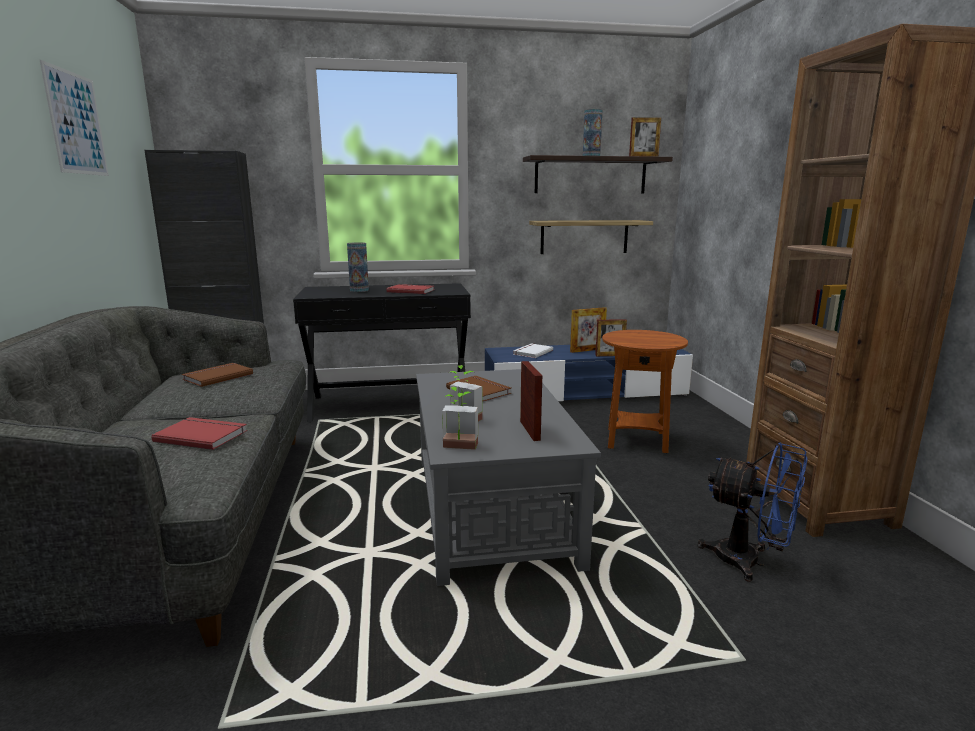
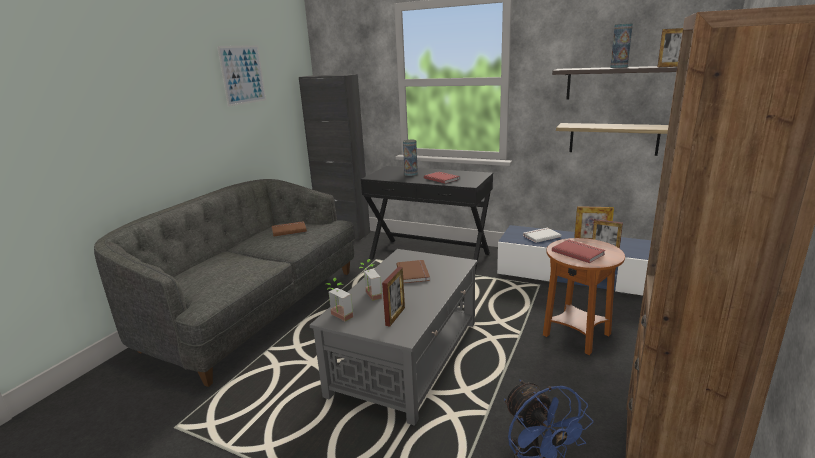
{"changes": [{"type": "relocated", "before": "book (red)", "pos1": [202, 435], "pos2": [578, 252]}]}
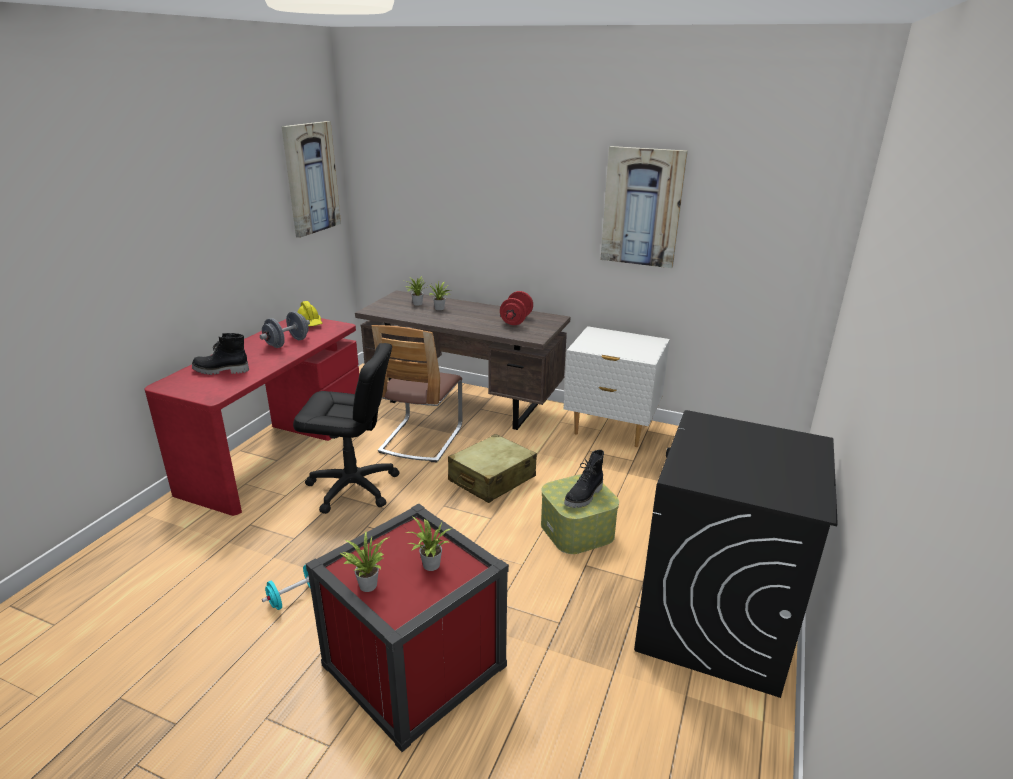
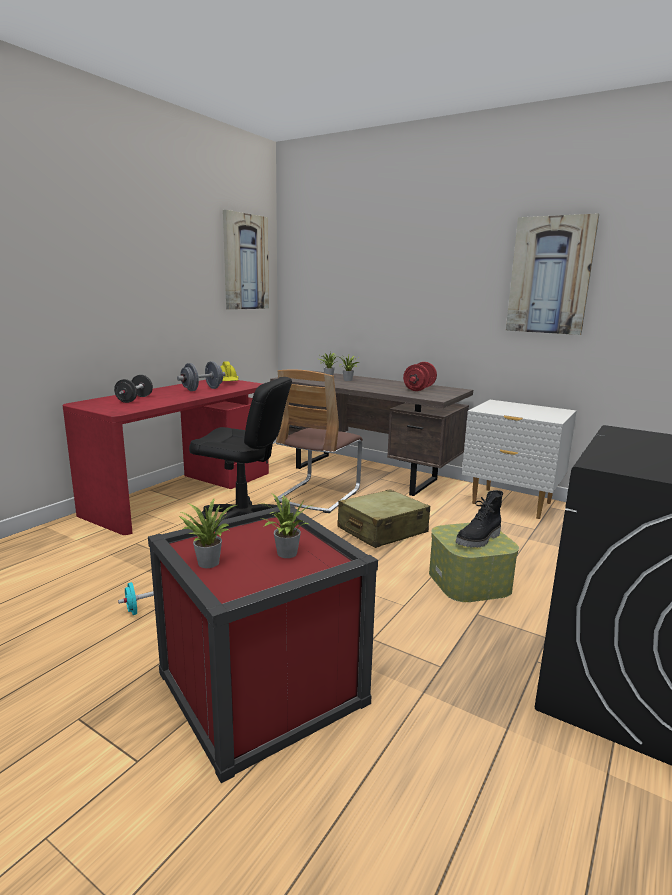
{"changes": [{"type": "exchanged", "before": "boot (black)", "after": "dumbbell (black)", "pos1": [220, 371], "pos2": [134, 399]}]}
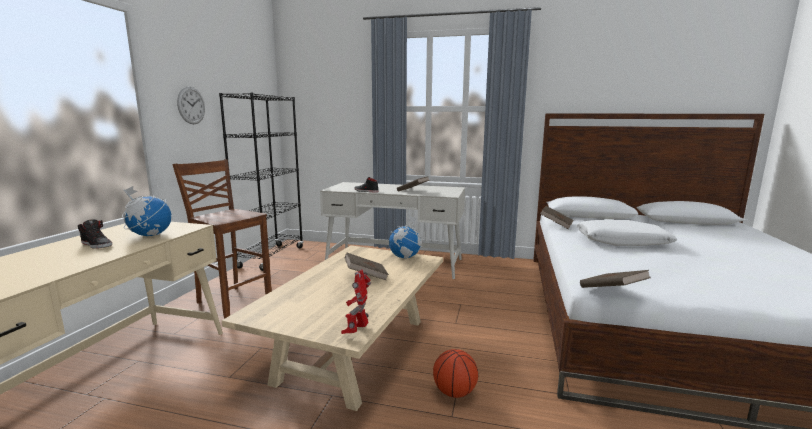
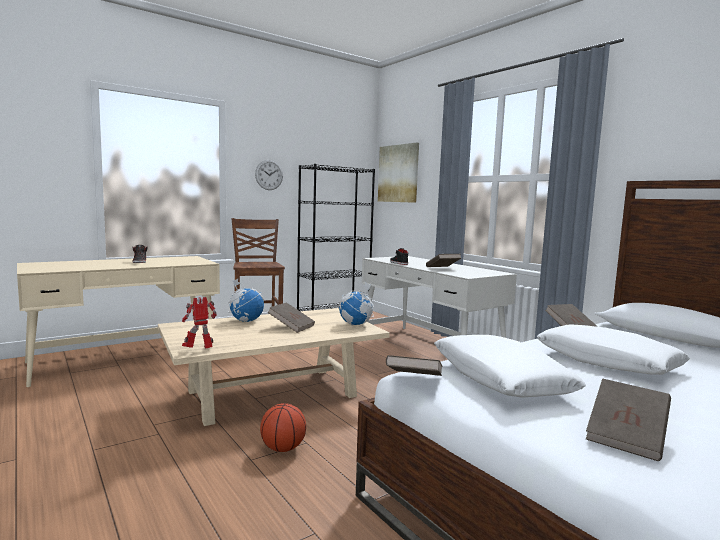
{"changes": [{"type": "relocated", "before": "globe", "pos1": [150, 235], "pos2": [246, 321]}, {"type": "appeared", "after": "picture", "pos2": [398, 173]}, {"type": "appeared", "after": "pillow (white)", "pos2": [500, 379]}, {"type": "appeared", "after": "book (brown)", "pos2": [626, 437]}]}
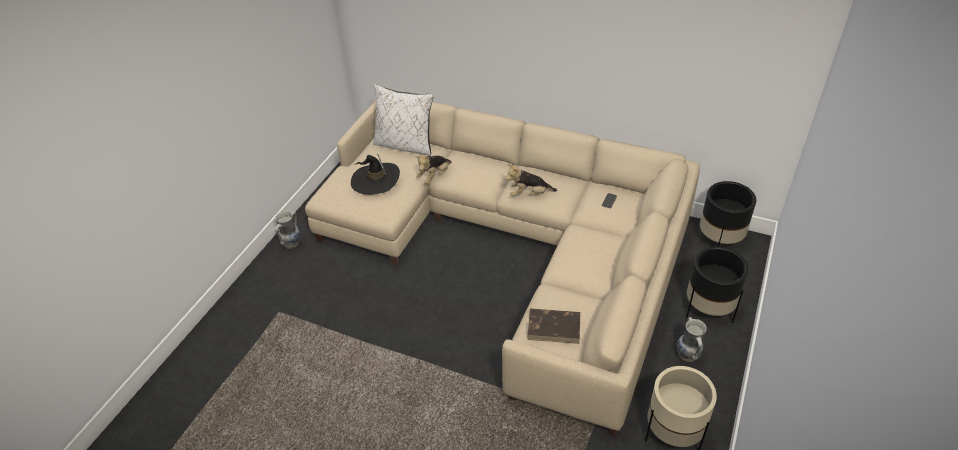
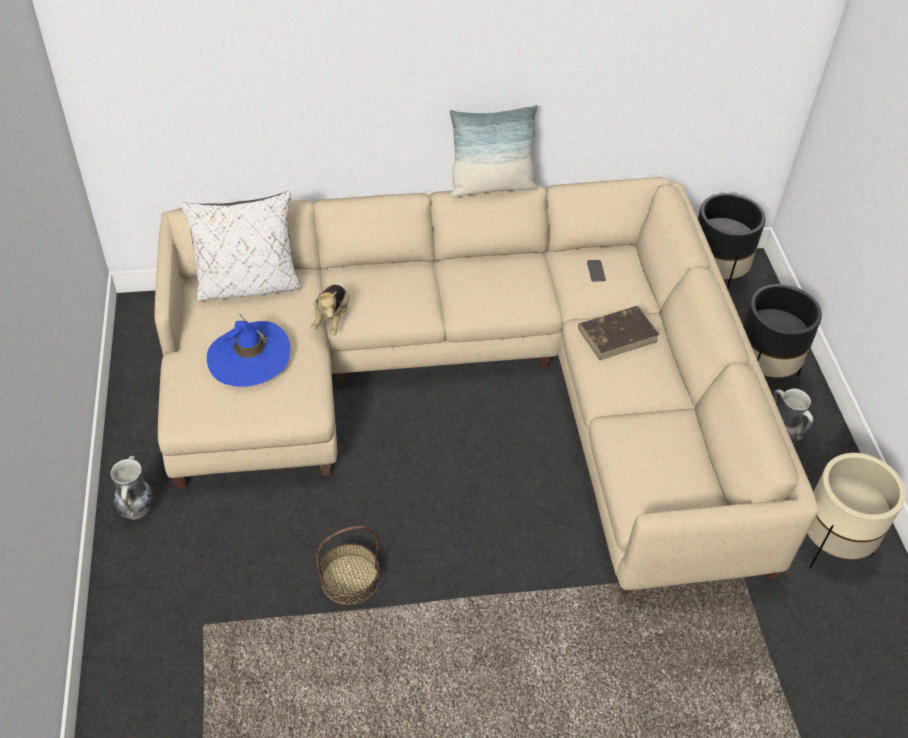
{"changes": [{"type": "colour", "before": "hat (black)", "after": "hat (blue)", "pos1": [375, 180], "pos2": [249, 357]}, {"type": "missing", "before": "plush toy", "pos1": [529, 194]}, {"type": "relocated", "before": "book (brown)", "pos1": [554, 327], "pos2": [618, 334]}, {"type": "appeared", "after": "pillow", "pos2": [491, 187]}, {"type": "appeared", "after": "basket", "pos2": [350, 579]}]}
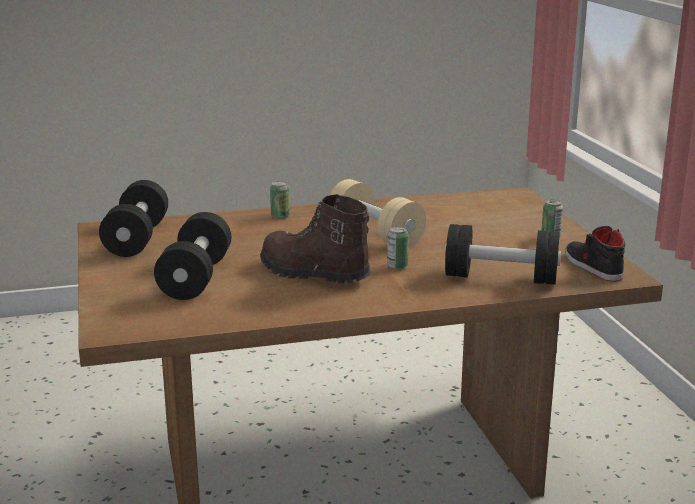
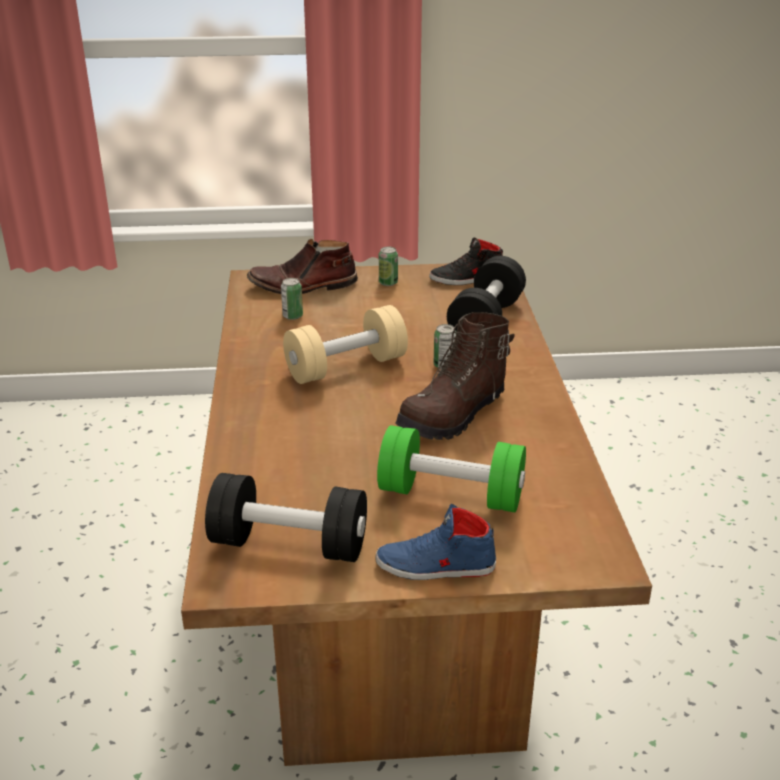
{"changes": [{"type": "relocated", "before": "can", "pos1": [280, 216], "pos2": [292, 316]}, {"type": "colour", "before": "dumbbell (black)", "after": "dumbbell (green)", "pos1": [196, 278], "pos2": [451, 494]}, {"type": "appeared", "after": "boot (brown)", "pos2": [303, 286]}, {"type": "appeared", "after": "shoe (blue)", "pos2": [435, 566]}]}
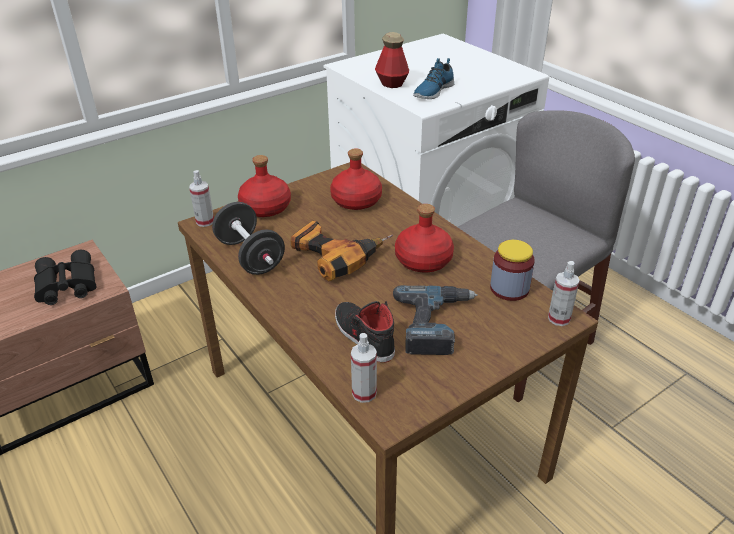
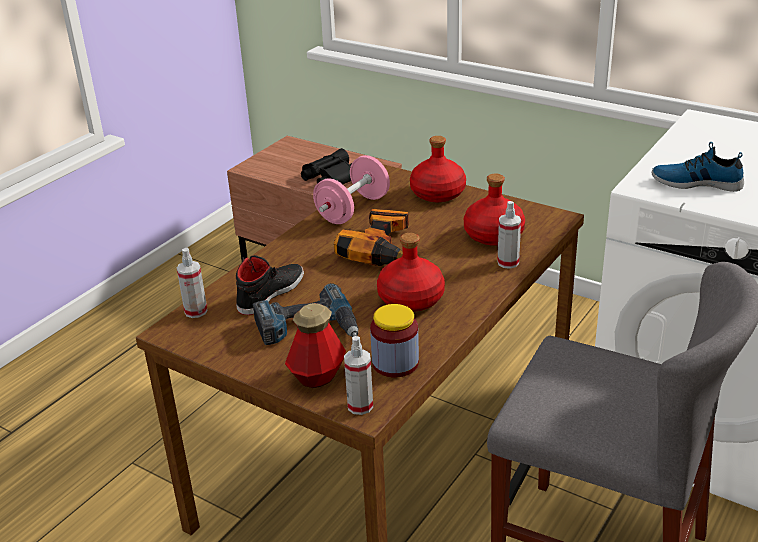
{"changes": [{"type": "relocated", "before": "bottle", "pos1": [391, 83], "pos2": [317, 376]}, {"type": "relocated", "before": "spray bottle", "pos1": [205, 221], "pos2": [508, 262]}, {"type": "colour", "before": "dumbbell (black)", "after": "dumbbell (pink)", "pos1": [250, 256], "pos2": [353, 210]}]}
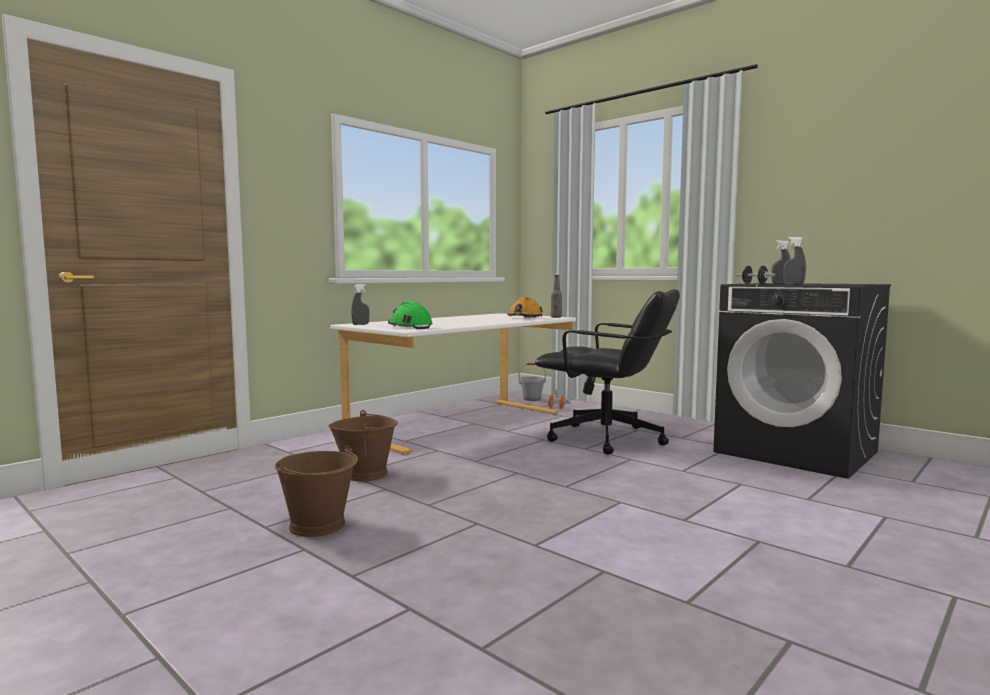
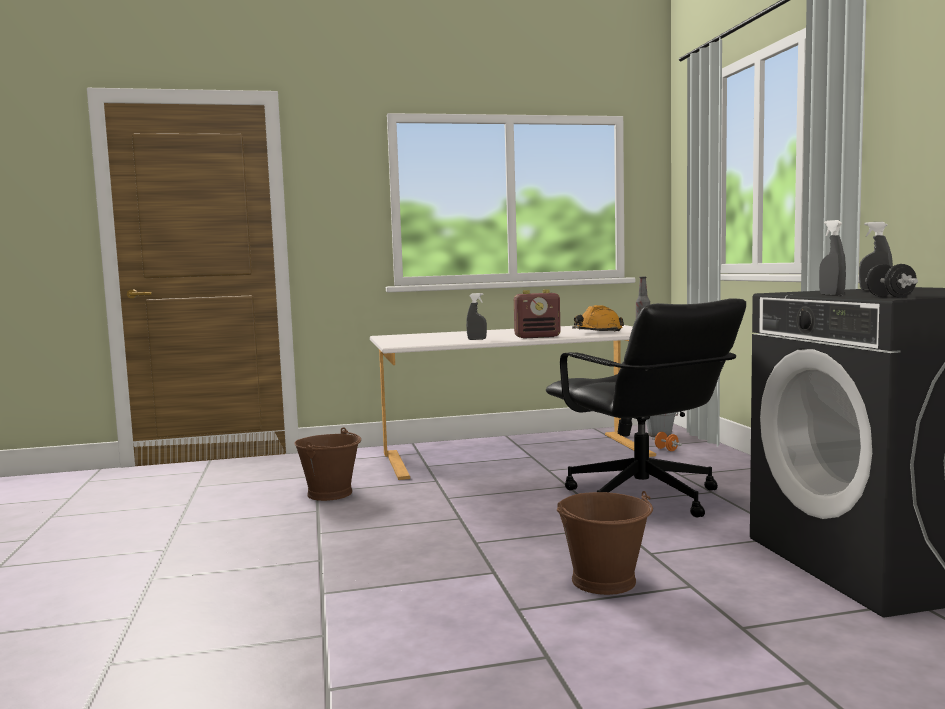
{"changes": [{"type": "relocated", "before": "dumbbell (black)", "pos1": [754, 284], "pos2": [890, 297]}, {"type": "relocated", "before": "spray bottle (grey)", "pos1": [360, 324], "pos2": [477, 339]}, {"type": "missing", "before": "hard hat (green)", "pos1": [409, 327]}, {"type": "relocated", "before": "bucket (brown)", "pos1": [318, 525], "pos2": [605, 581]}, {"type": "appeared", "after": "radio", "pos2": [537, 337]}]}
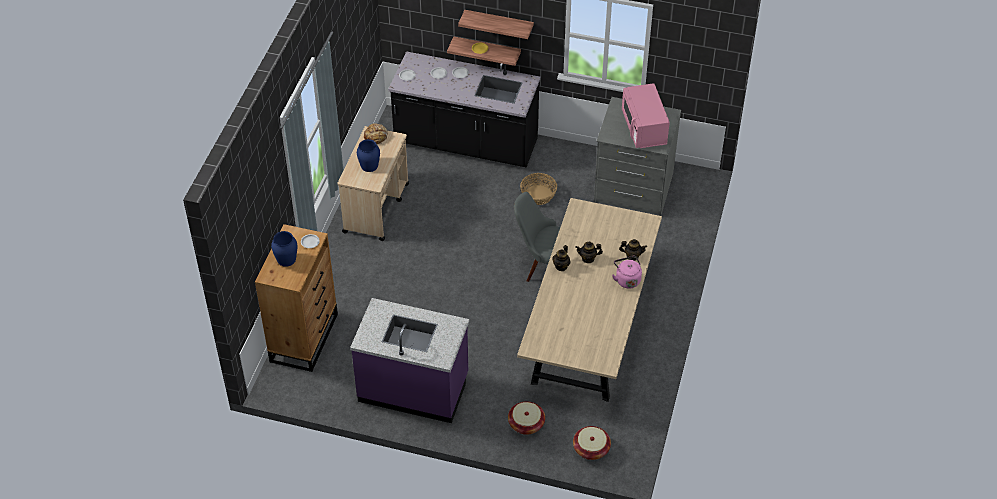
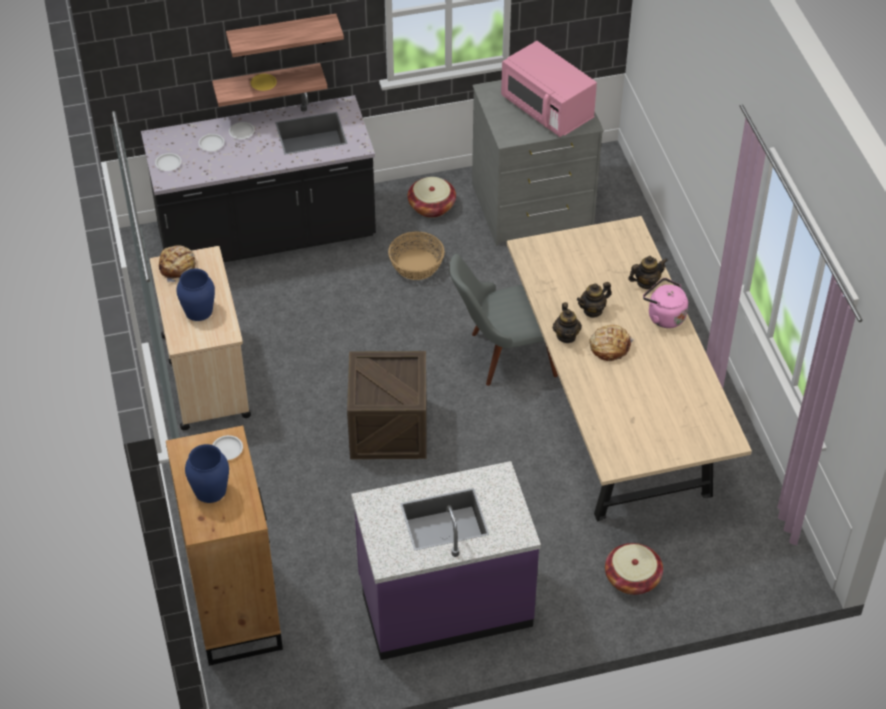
{"changes": [{"type": "relocated", "before": "basket", "pos1": [591, 449], "pos2": [431, 206]}, {"type": "appeared", "after": "bread", "pos2": [609, 347]}, {"type": "appeared", "after": "crate", "pos2": [388, 429]}]}
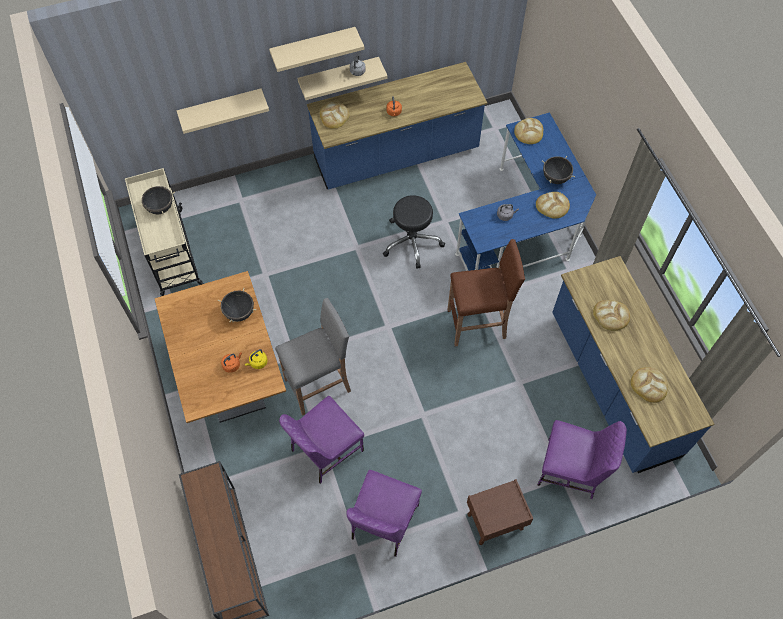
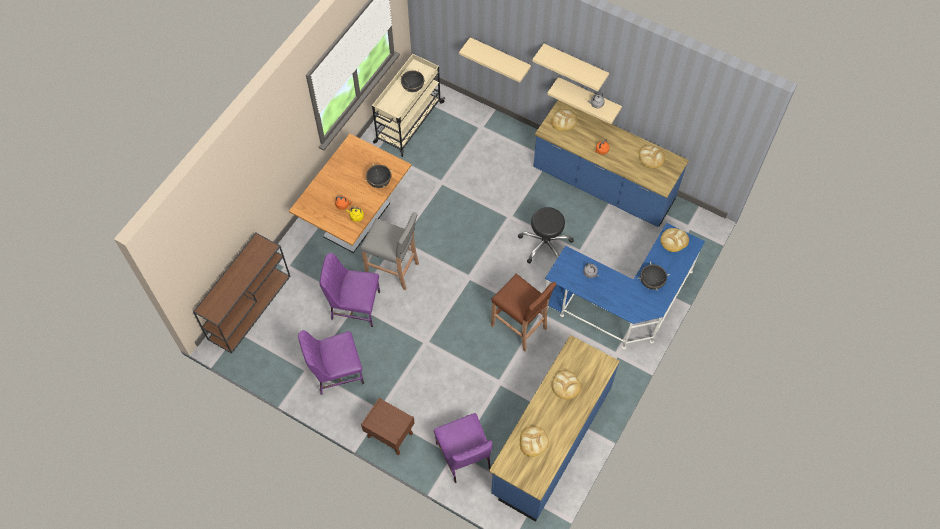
{"changes": [{"type": "relocated", "before": "bread", "pos1": [552, 206], "pos2": [651, 157]}]}
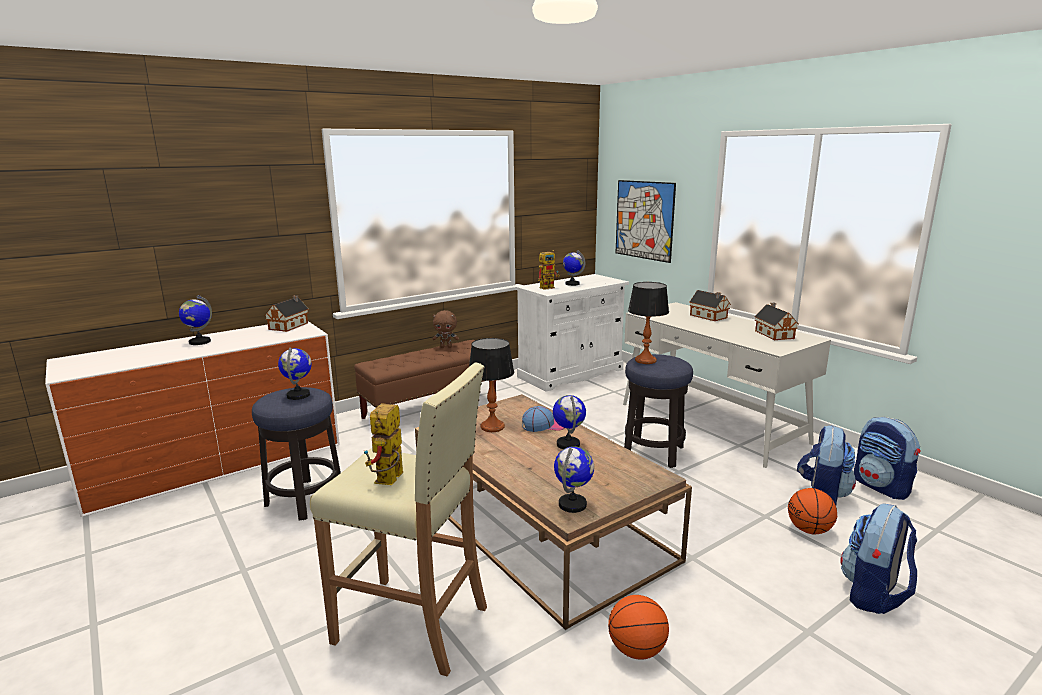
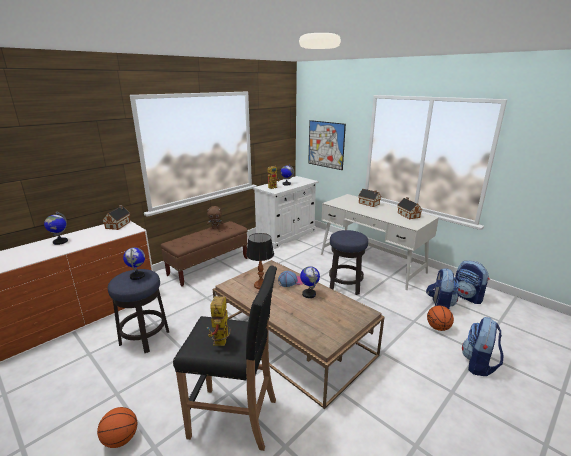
{"changes": [{"type": "missing", "before": "table lamp", "pos1": [645, 360]}, {"type": "colour", "before": "stool (beige)", "after": "stool (black)", "pos1": [413, 625], "pos2": [234, 418]}, {"type": "missing", "before": "globe", "pos1": [573, 504]}, {"type": "relocated", "before": "basketball", "pos1": [636, 650], "pos2": [120, 439]}]}
